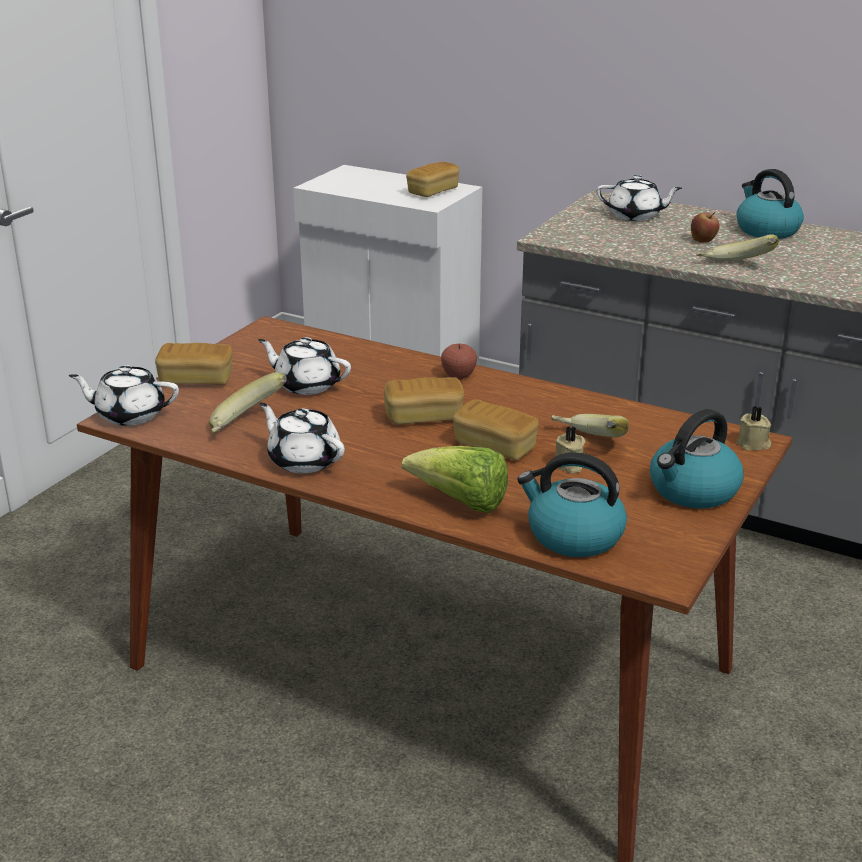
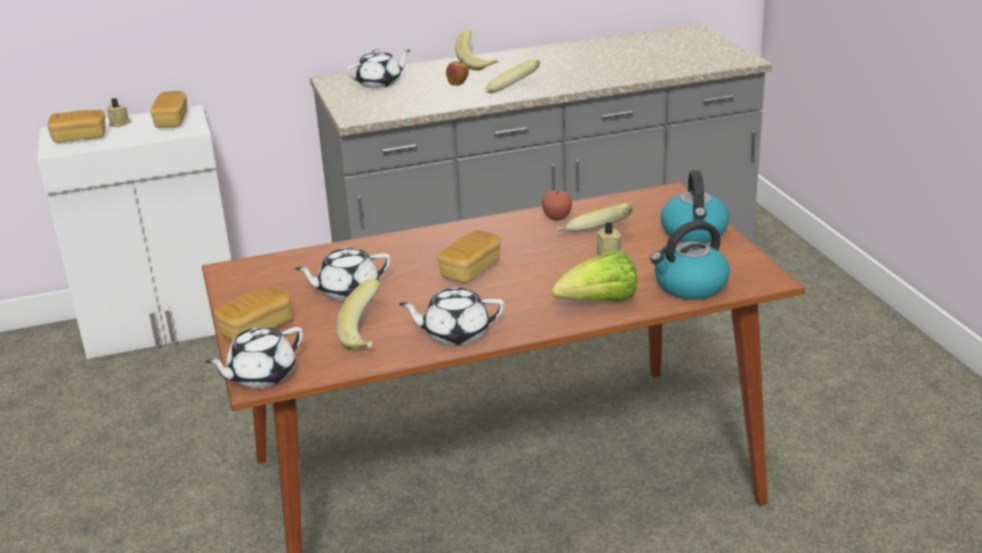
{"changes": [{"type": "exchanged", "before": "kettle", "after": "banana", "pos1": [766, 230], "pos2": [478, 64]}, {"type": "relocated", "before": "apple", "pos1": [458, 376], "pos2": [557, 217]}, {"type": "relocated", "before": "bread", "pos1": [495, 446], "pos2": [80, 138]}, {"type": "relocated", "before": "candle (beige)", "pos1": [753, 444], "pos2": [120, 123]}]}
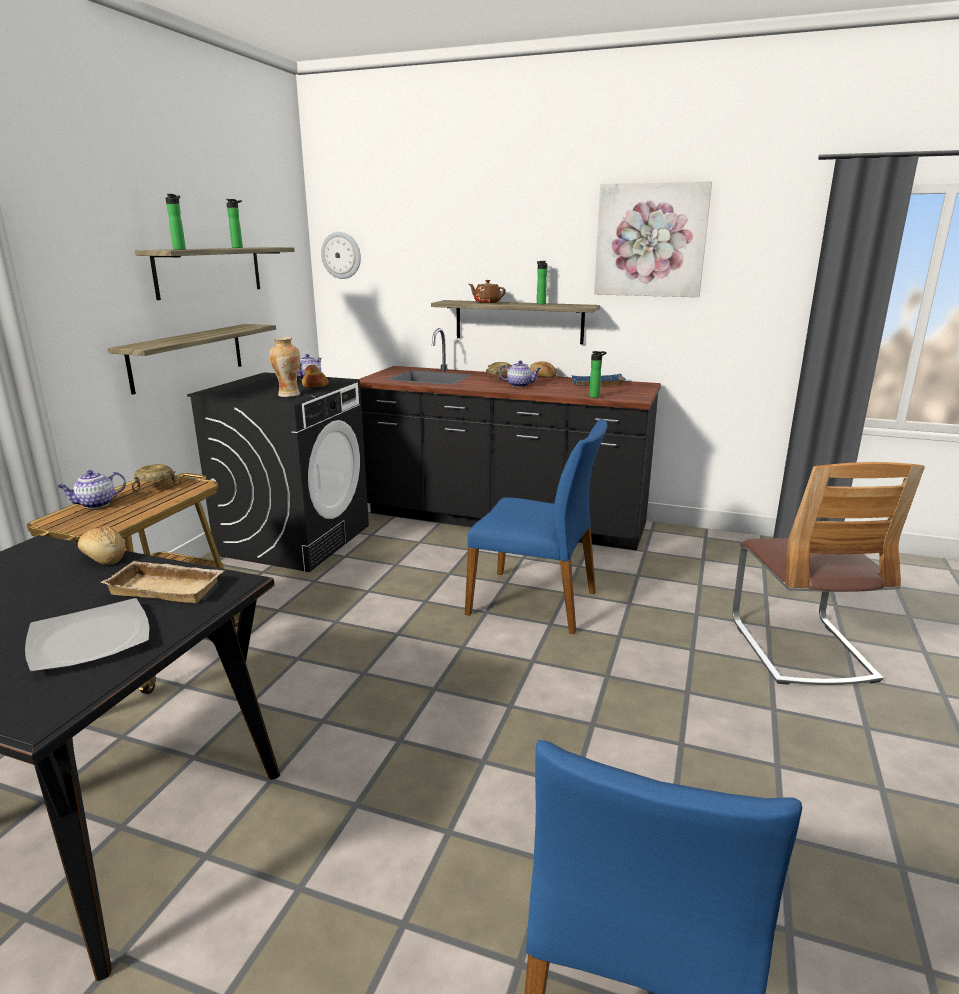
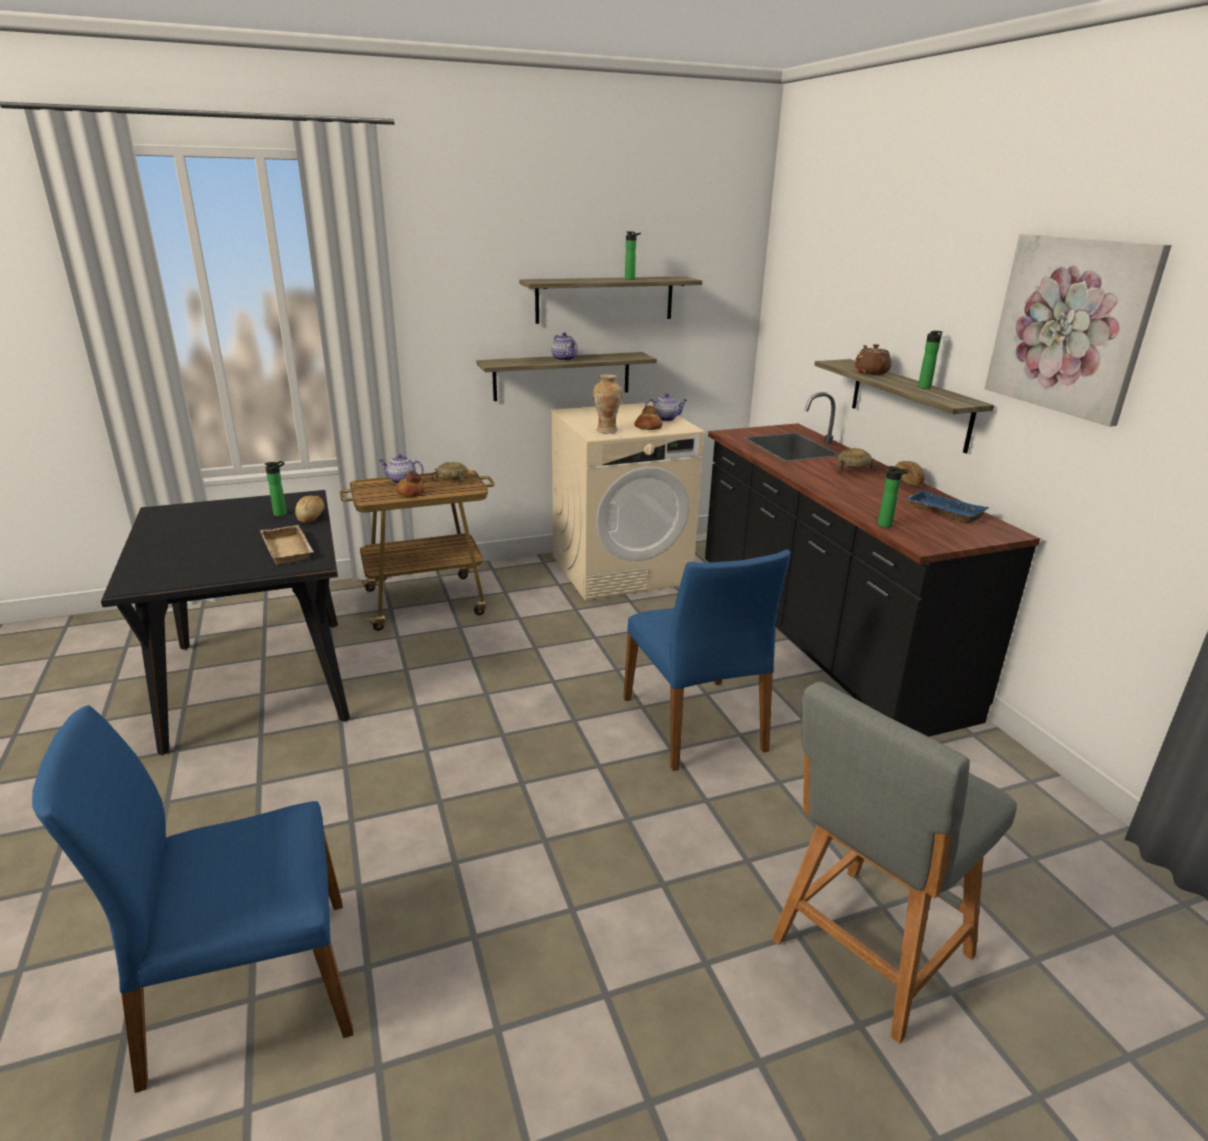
{"changes": [{"type": "relocated", "before": "bottle", "pos1": [180, 249], "pos2": [282, 513]}, {"type": "missing", "before": "wall clock", "pos1": [341, 255]}, {"type": "relocated", "before": "teapot", "pos1": [520, 385], "pos2": [565, 359]}, {"type": "colour", "before": "washing machine (black)", "after": "washing machine (beige)", "pos1": [295, 539], "pos2": [621, 569]}, {"type": "exchanged", "before": "chair", "after": "stool (grey)", "pos1": [800, 649], "pos2": [866, 953]}, {"type": "missing", "before": "plate", "pos1": [88, 639]}, {"type": "appeared", "after": "bread", "pos2": [411, 492]}]}
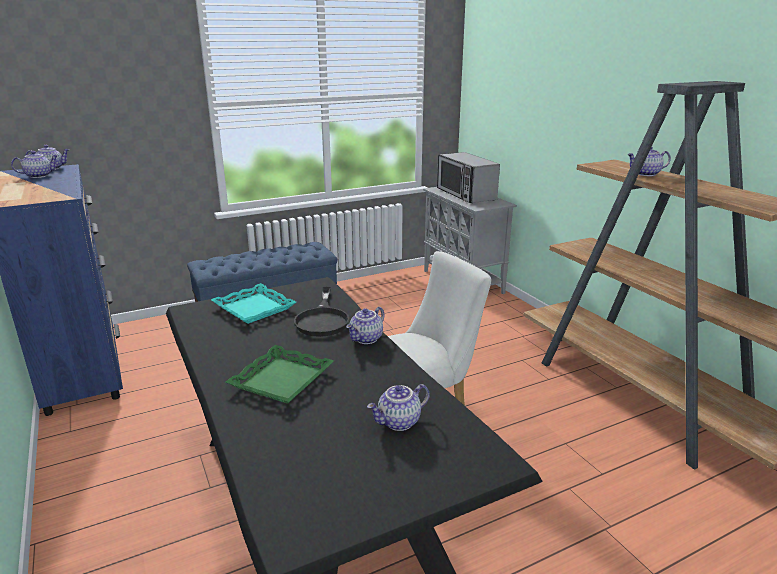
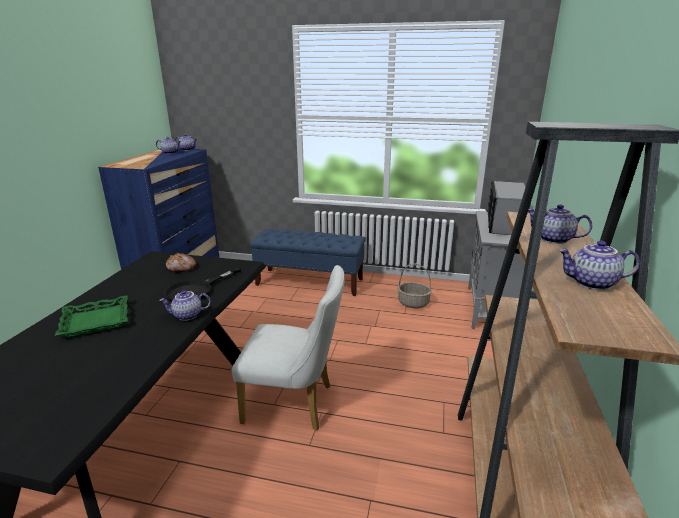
{"changes": [{"type": "exchanged", "before": "tray (turquoise)", "after": "bread", "pos1": [254, 308], "pos2": [181, 268]}, {"type": "relocated", "before": "teapot", "pos1": [399, 422], "pos2": [592, 283]}, {"type": "appeared", "after": "basket", "pos2": [413, 303]}]}
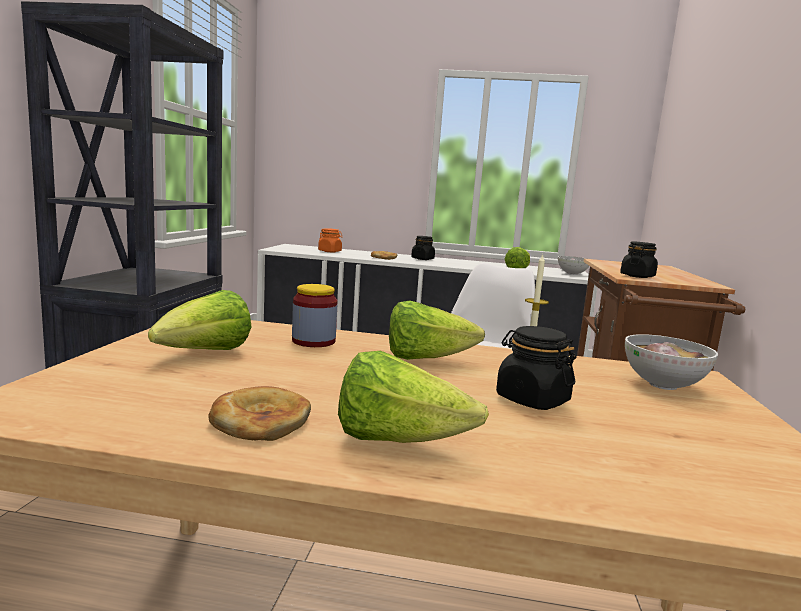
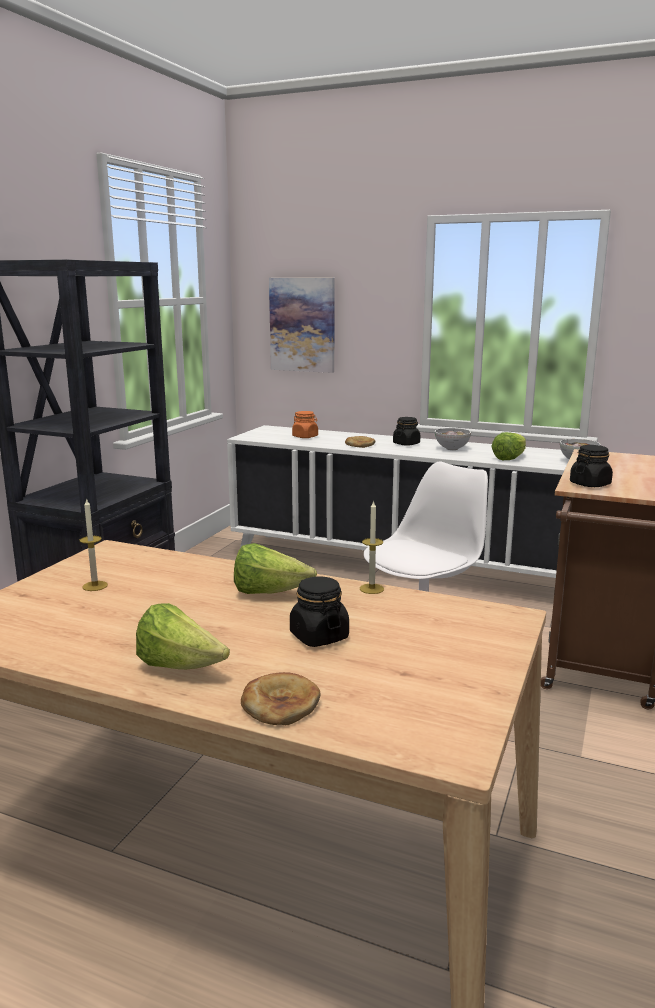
{"changes": [{"type": "missing", "before": "jar", "pos1": [313, 341]}, {"type": "exchanged", "before": "lettuce", "after": "candle", "pos1": [205, 354], "pos2": [95, 586]}, {"type": "relocated", "before": "bowl", "pos1": [663, 385], "pos2": [452, 449]}, {"type": "relocated", "before": "bread", "pos1": [260, 420], "pos2": [280, 703]}, {"type": "appeared", "after": "picture", "pos2": [302, 324]}]}
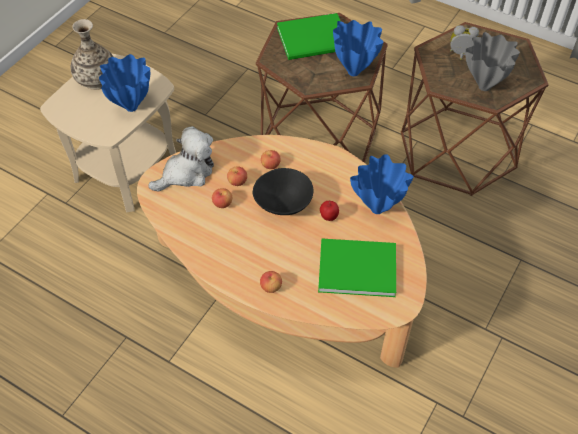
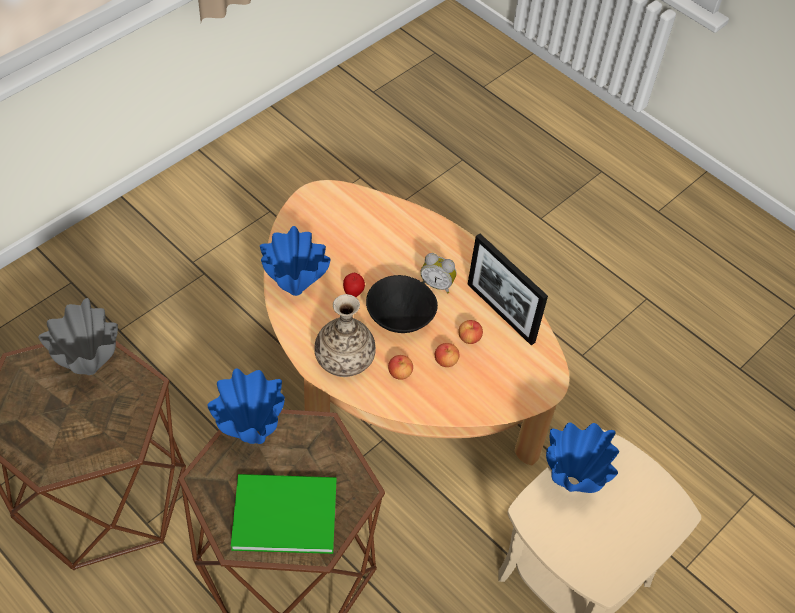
{"changes": [{"type": "relocated", "before": "vase", "pos1": [97, 79], "pos2": [344, 359]}, {"type": "relocated", "before": "alarm clock", "pos1": [461, 55], "pos2": [437, 284]}, {"type": "missing", "before": "plush toy", "pos1": [187, 173]}, {"type": "missing", "before": "book (green)", "pos1": [354, 266]}, {"type": "missing", "before": "apple", "pos1": [271, 287]}, {"type": "appeared", "after": "picture frame", "pos2": [500, 313]}]}
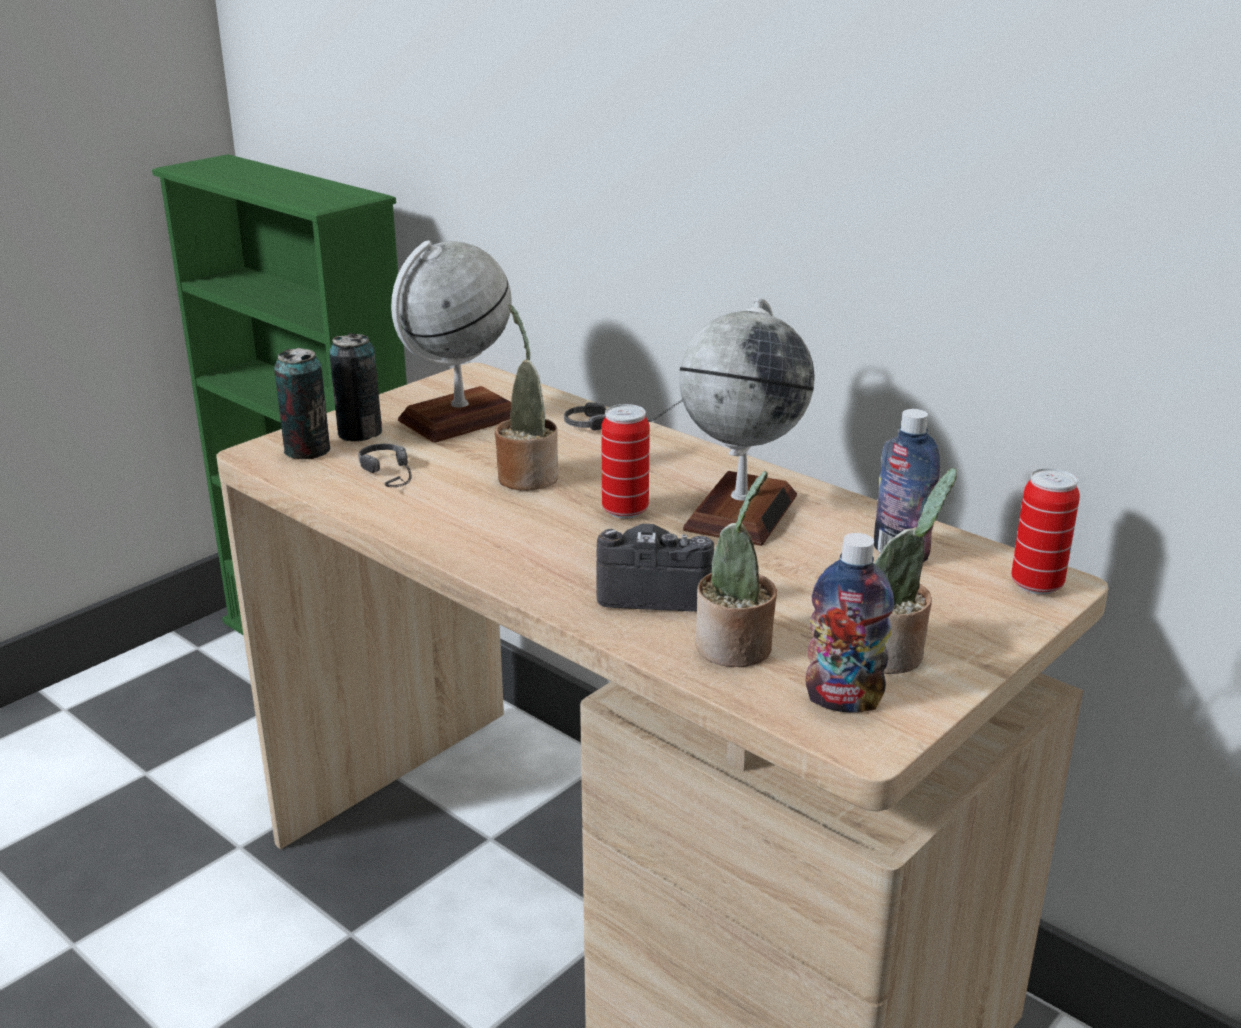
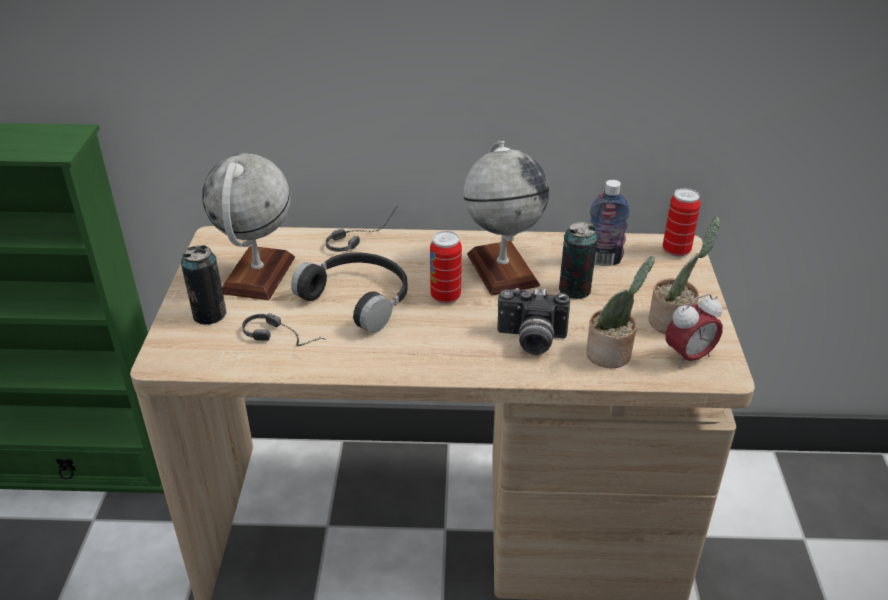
{"changes": [{"type": "exchanged", "before": "potted plant", "after": "headphones (black)", "pos1": [527, 475], "pos2": [359, 298]}, {"type": "relocated", "before": "can", "pos1": [307, 451], "pos2": [574, 290]}, {"type": "spun", "before": "photo camera", "pos1": [655, 591], "pos2": [531, 340], "turn": -135}, {"type": "exchanged", "before": "bottle", "after": "alarm clock", "pos1": [843, 700], "pos2": [688, 357]}]}
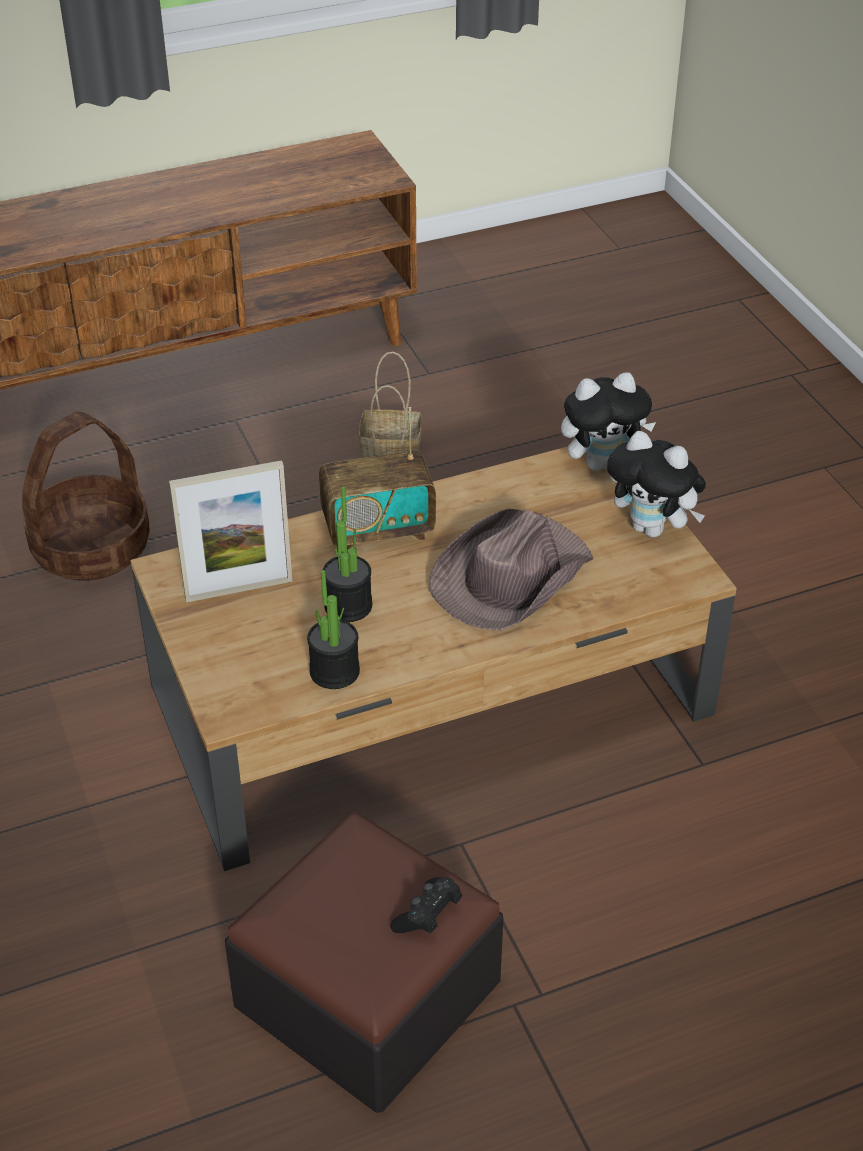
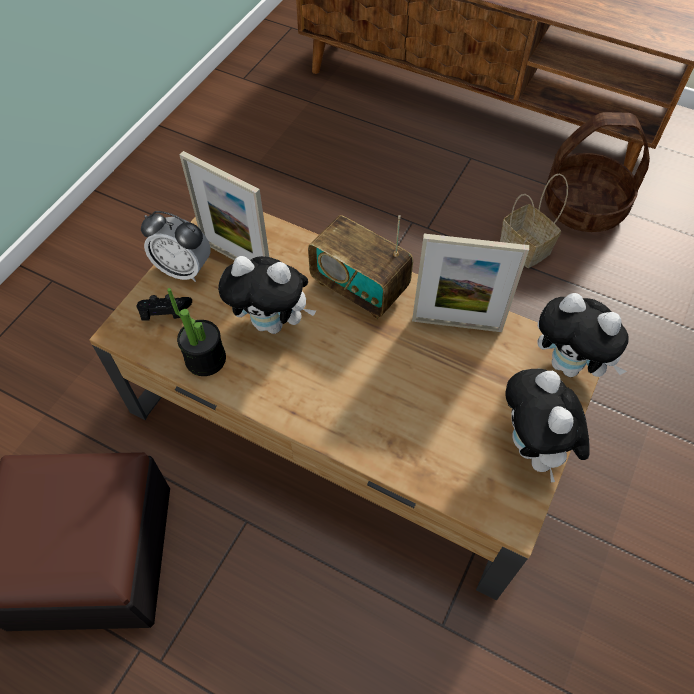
{"changes": [{"type": "relocated", "before": "basket", "pos1": [91, 549], "pos2": [583, 207]}, {"type": "exchanged", "before": "potted plant", "after": "plush toy", "pos1": [348, 606], "pos2": [273, 323]}, {"type": "missing", "before": "hat (brown)", "pos1": [510, 576]}, {"type": "relocated", "before": "game controller (black)", "pos1": [428, 916], "pos2": [165, 314]}, {"type": "appeared", "after": "alarm clock", "pos2": [184, 269]}, {"type": "appeared", "after": "picture frame", "pos2": [456, 324]}]}
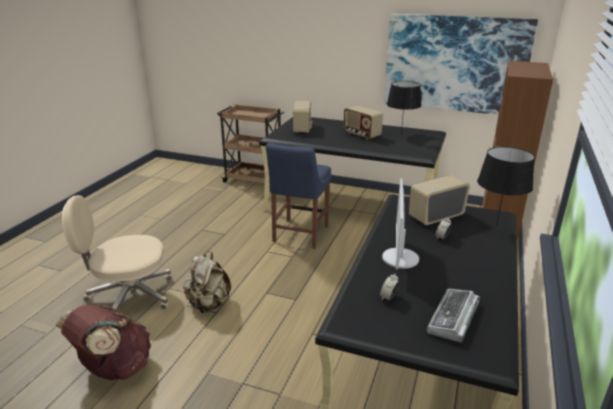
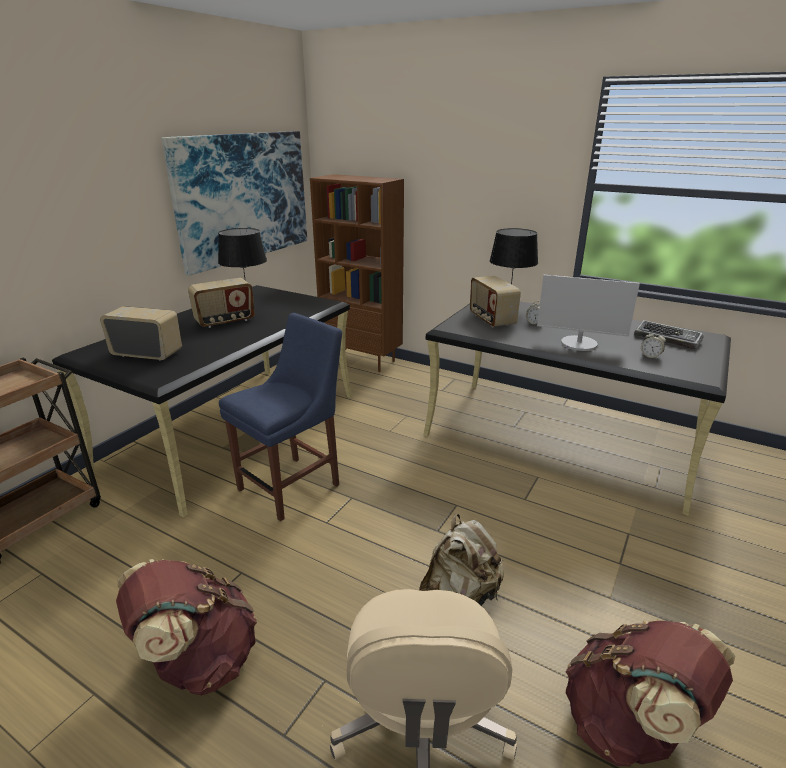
{"changes": [{"type": "spun", "before": "chair (blue)", "pos1": [299, 235], "pos2": [293, 485], "turn": -75}, {"type": "appeared", "after": "backpack (brown)", "pos2": [199, 661]}]}
